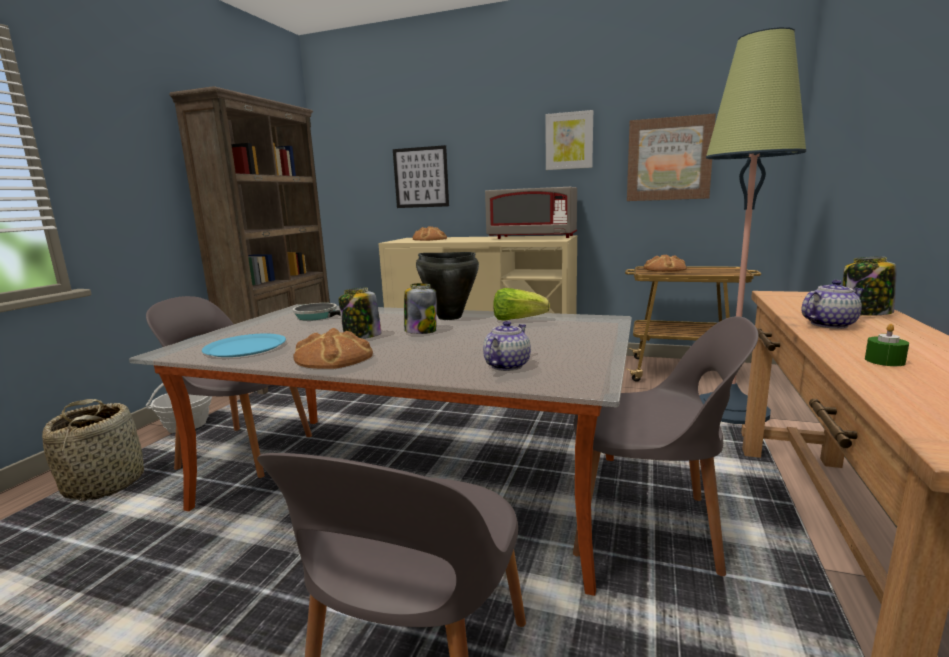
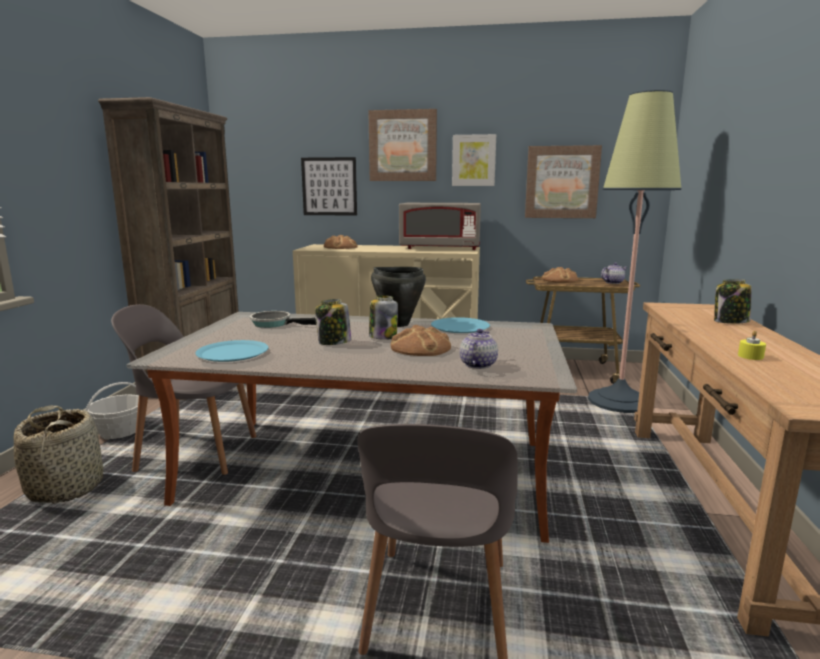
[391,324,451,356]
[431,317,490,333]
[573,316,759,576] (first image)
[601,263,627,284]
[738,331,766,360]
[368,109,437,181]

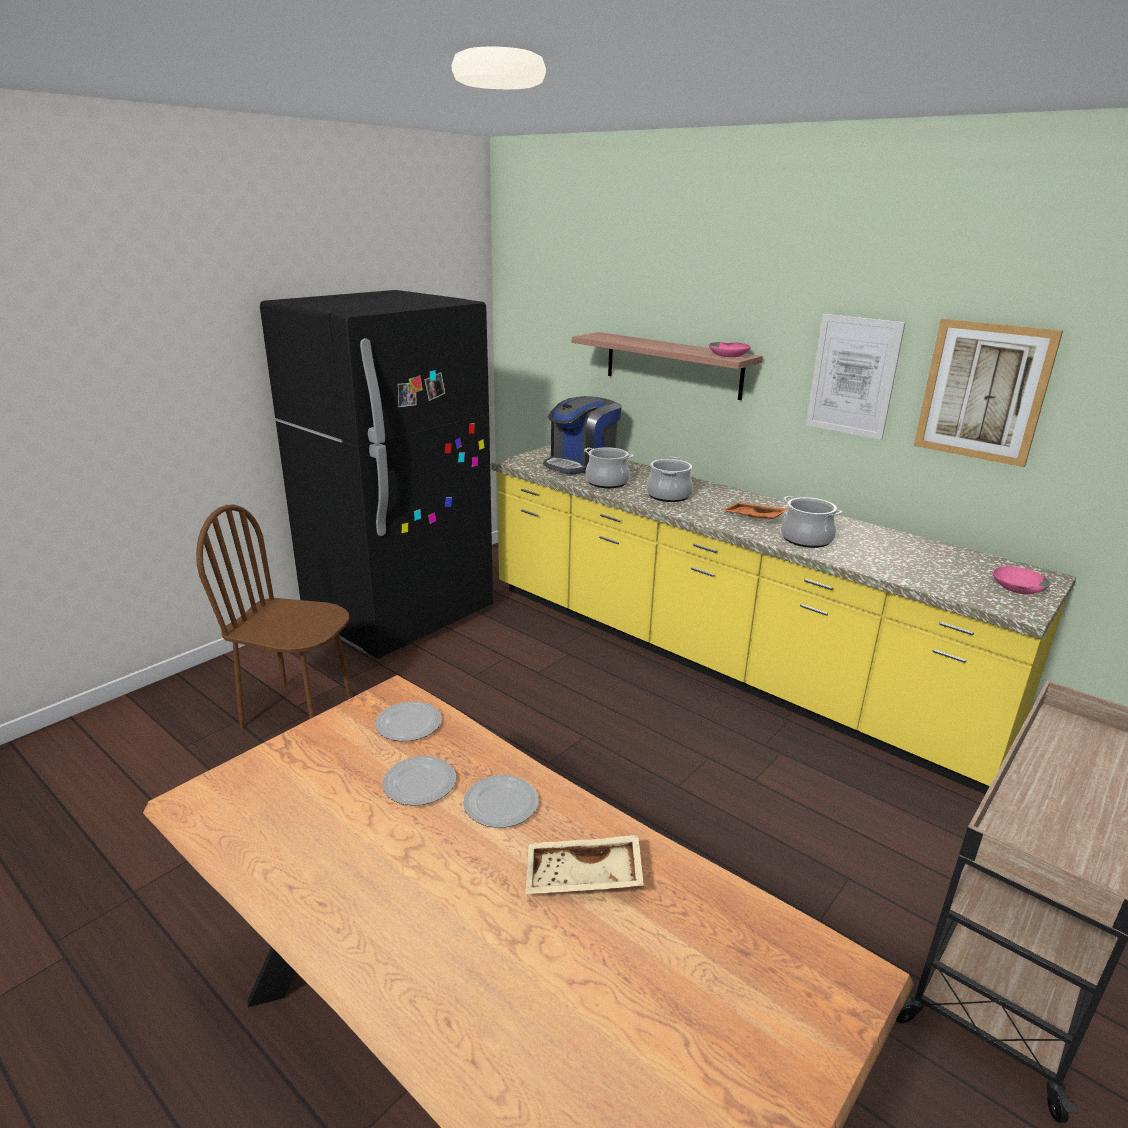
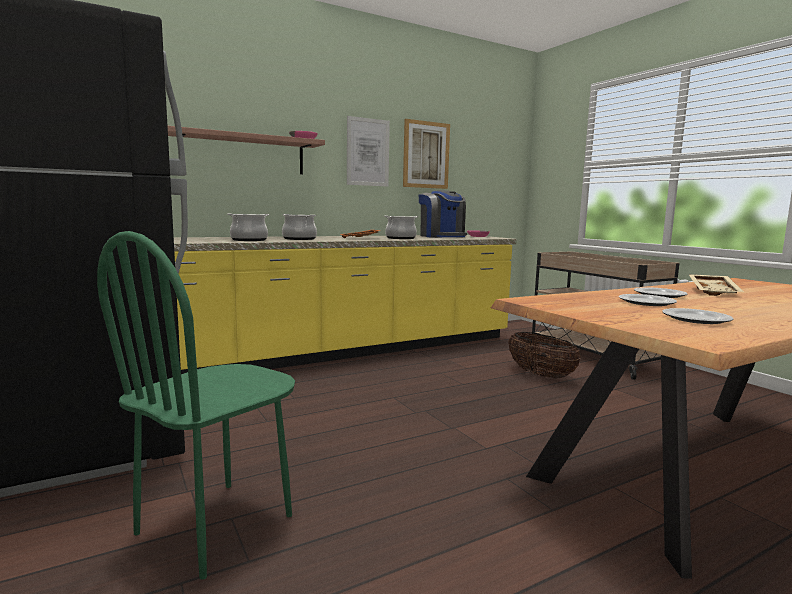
[97,231,295,580]
[662,308,733,324]
[419,190,467,238]
[508,332,581,379]

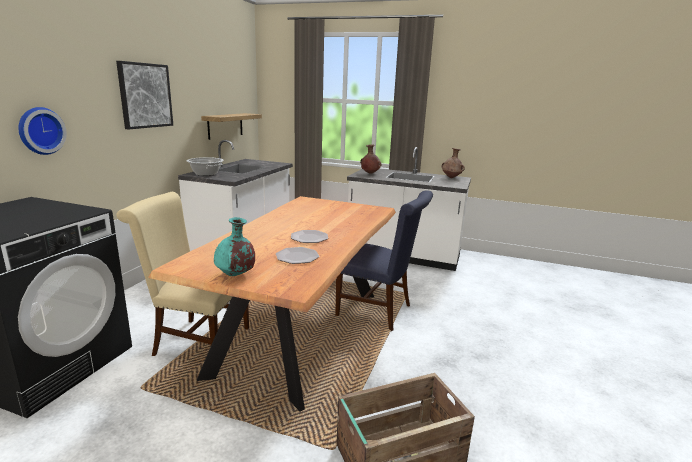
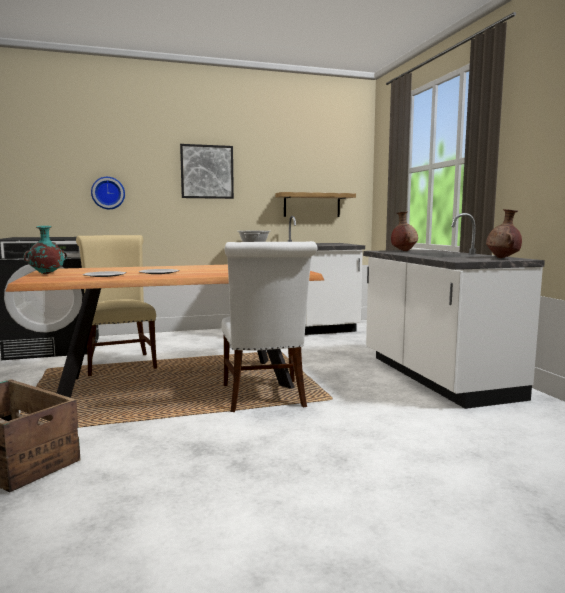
[221,241,317,412]

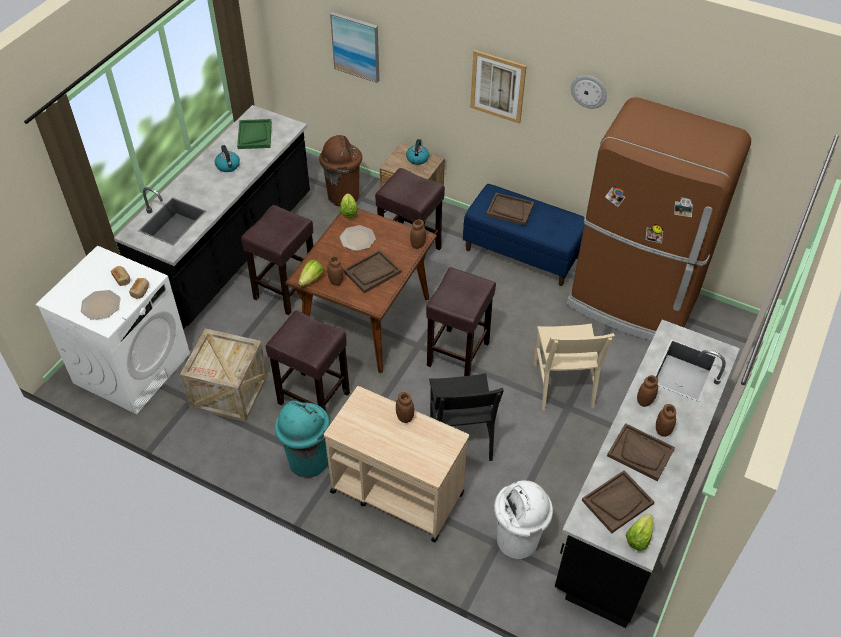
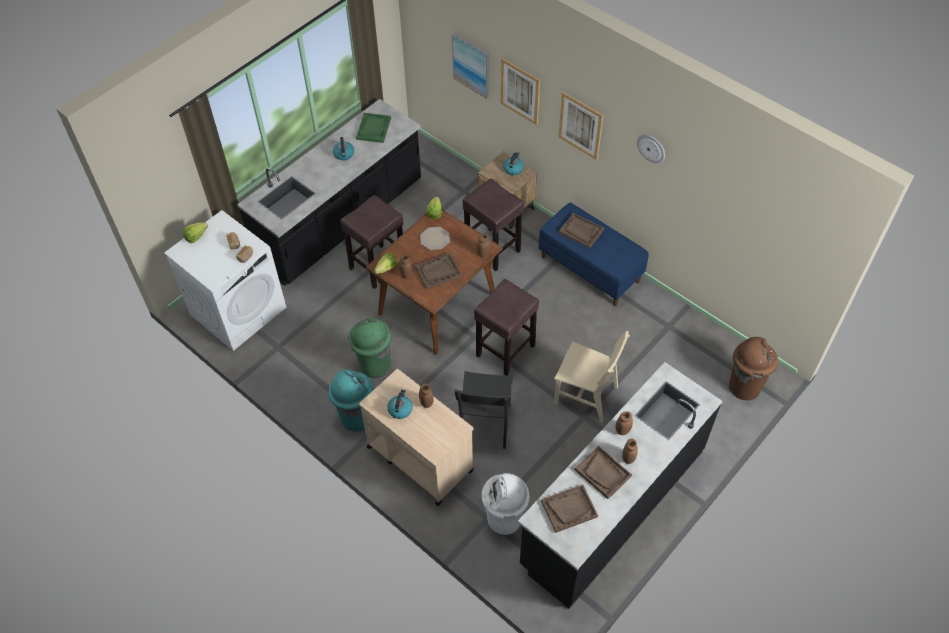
[81,290,120,320] (first image)
[180,329,268,422] (first image)
[348,318,392,378]
[729,337,778,400]
[554,330,630,423]
[567,97,751,341] (first image)
[183,223,208,243]
[387,389,413,419]
[501,58,540,125]

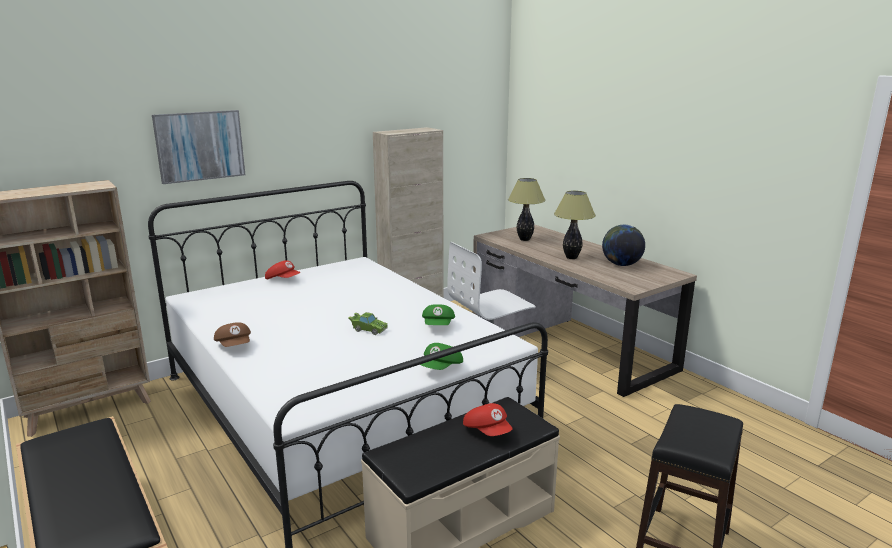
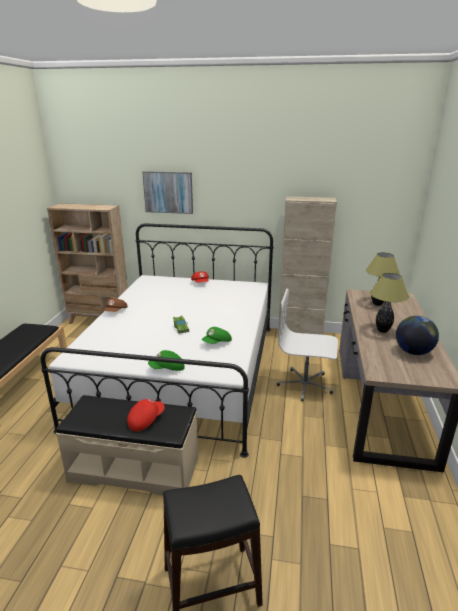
[127,399,165,431]

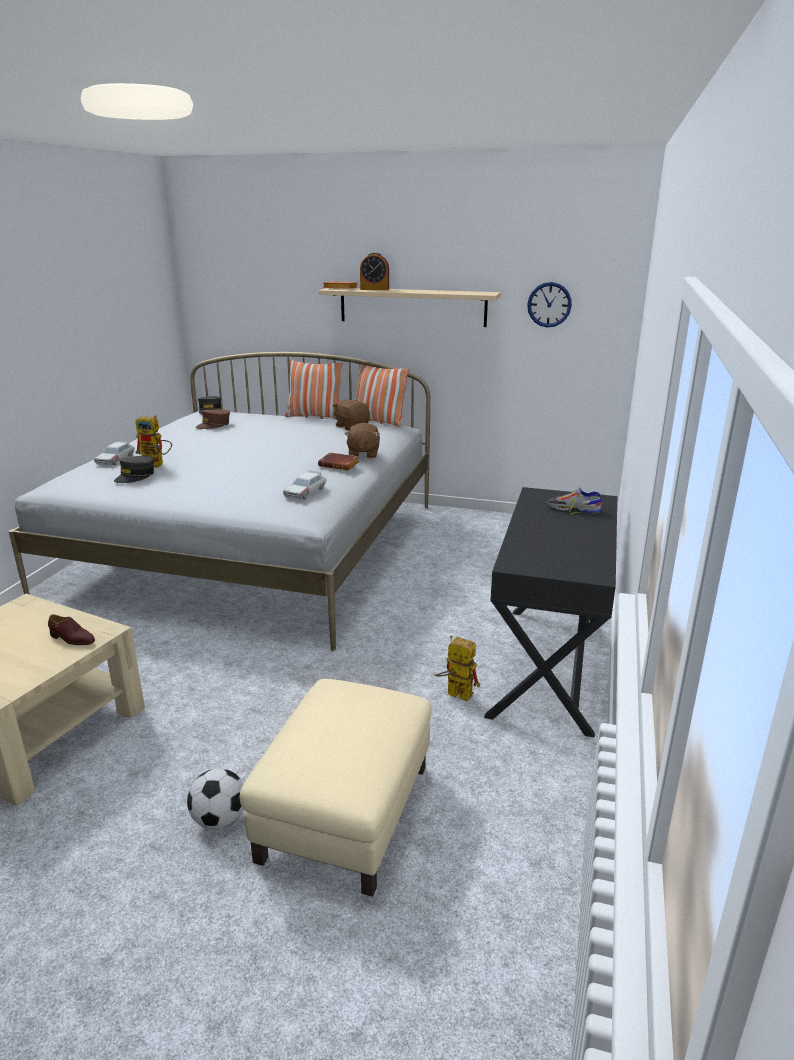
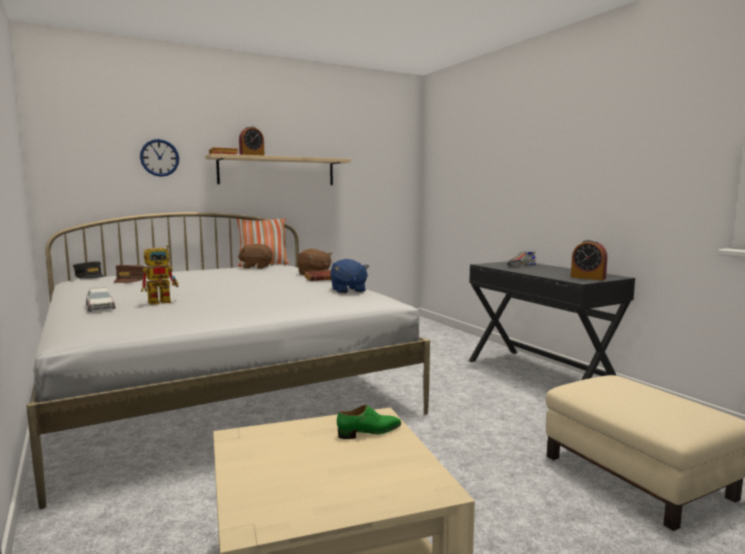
[337,405,401,439]
[114,456,154,483] (first image)
[187,768,243,829] (first image)
[330,259,369,294]
[285,359,343,419] (first image)
[434,635,480,702] (first image)
[140,139,179,177]
[571,240,607,280]

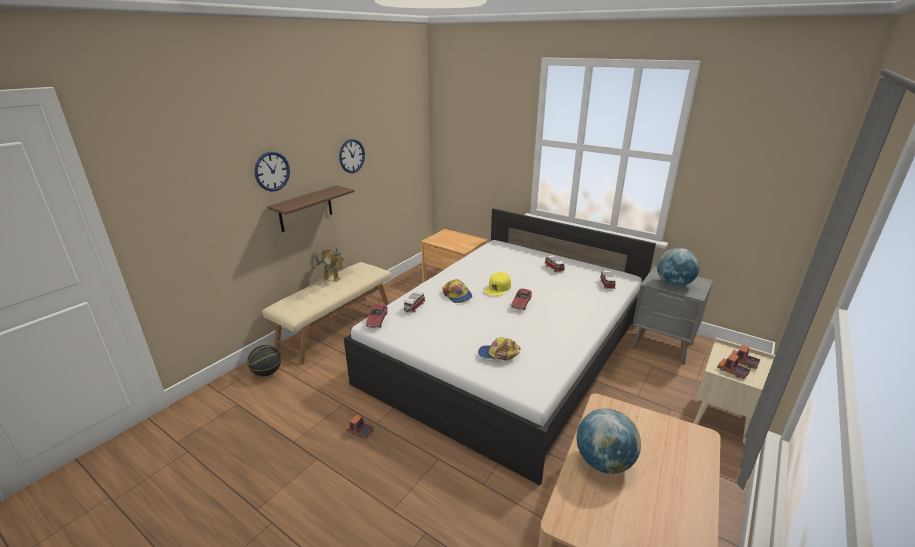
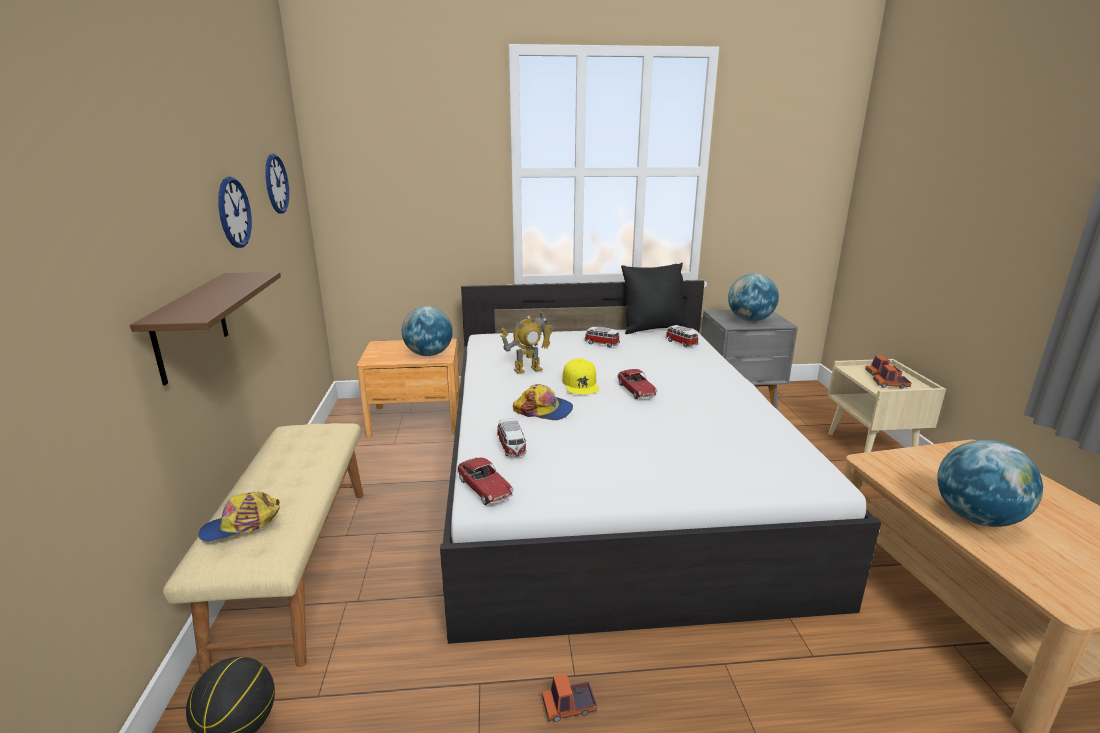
[265,154,289,214]
[500,311,554,373]
[199,491,280,542]
[402,306,453,356]
[621,263,688,334]

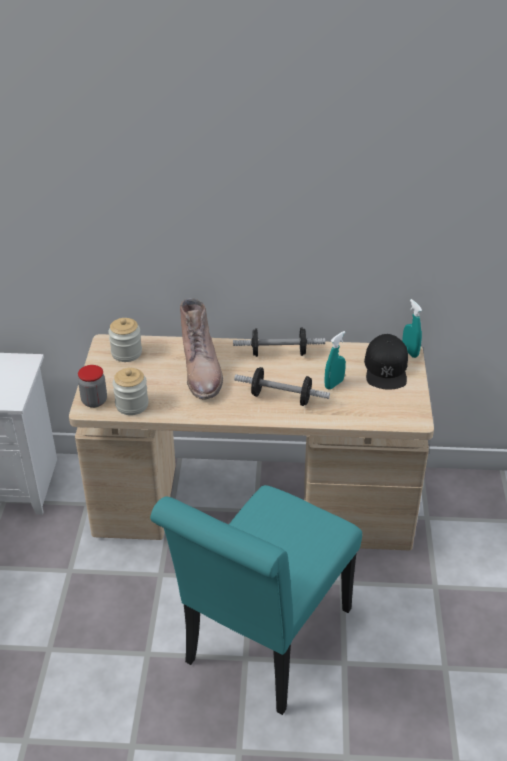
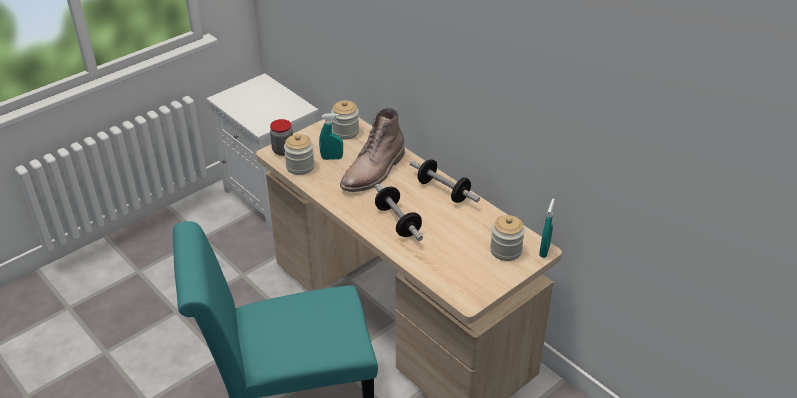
[319,113,343,160]
[490,215,525,261]

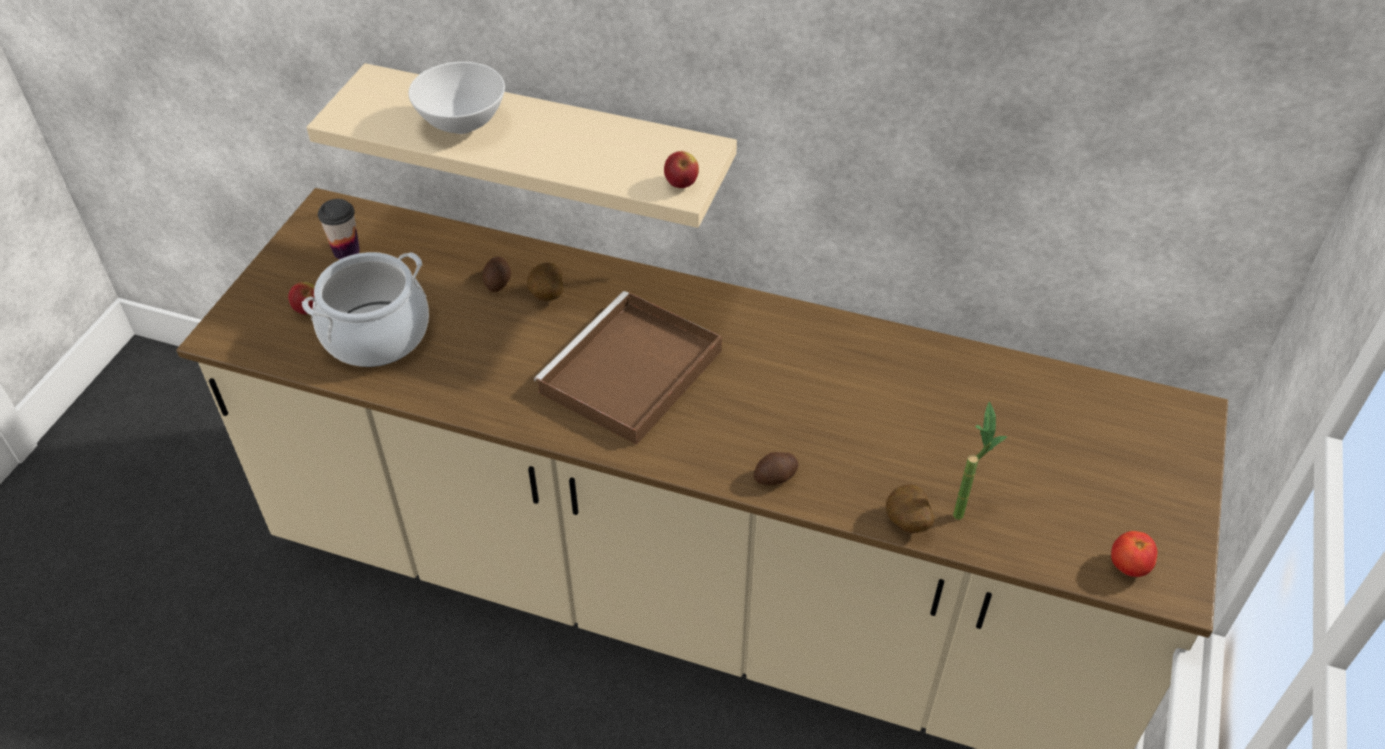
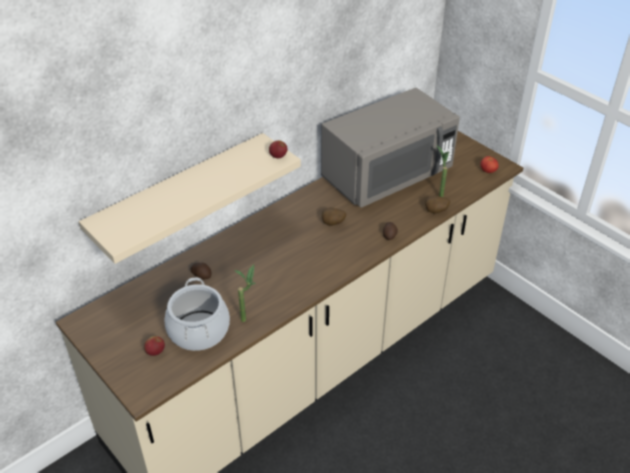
[318,199,360,259] (first image)
[408,62,505,134] (first image)
[322,207,346,226]
[534,291,722,445] (first image)
[234,264,256,322]
[321,88,460,208]

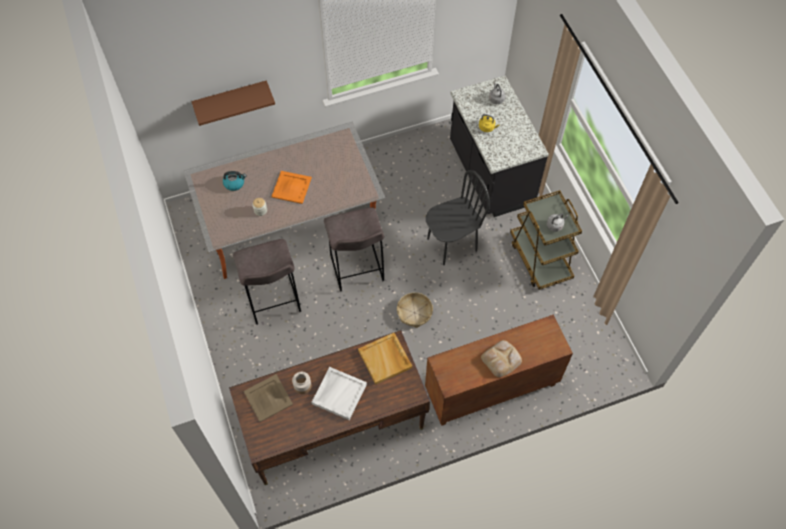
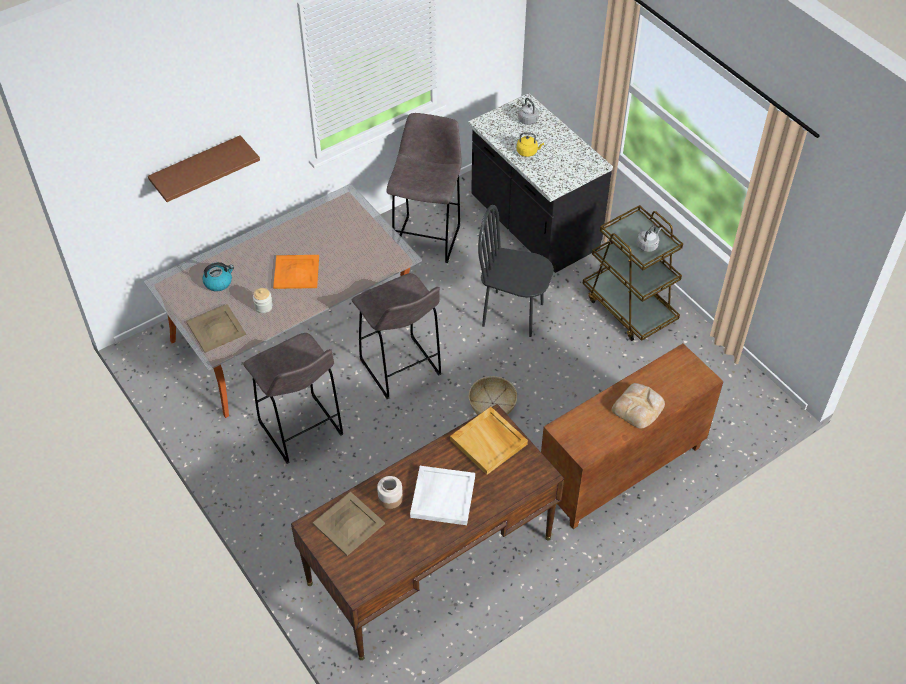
[478,205,554,337]
[186,304,246,353]
[387,113,461,263]

